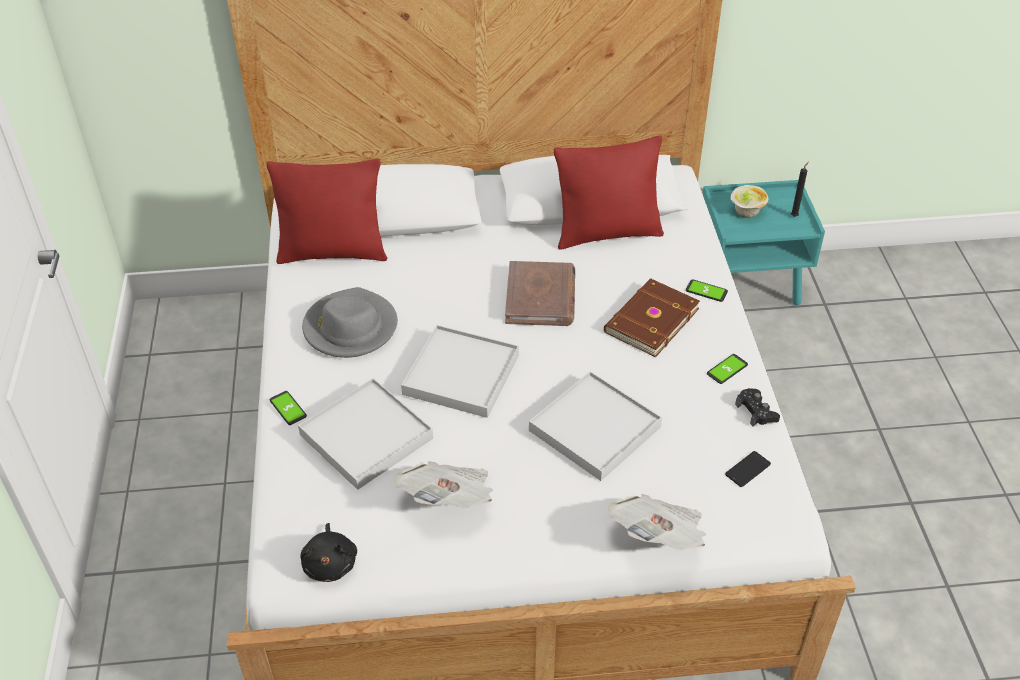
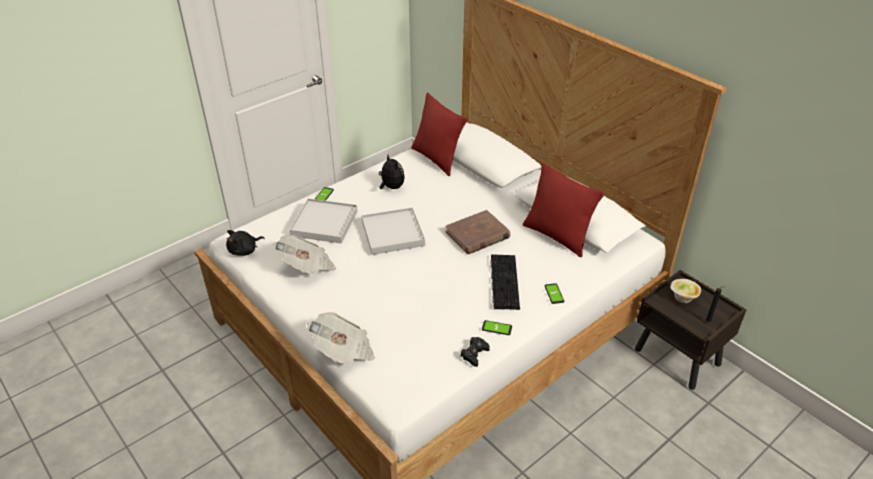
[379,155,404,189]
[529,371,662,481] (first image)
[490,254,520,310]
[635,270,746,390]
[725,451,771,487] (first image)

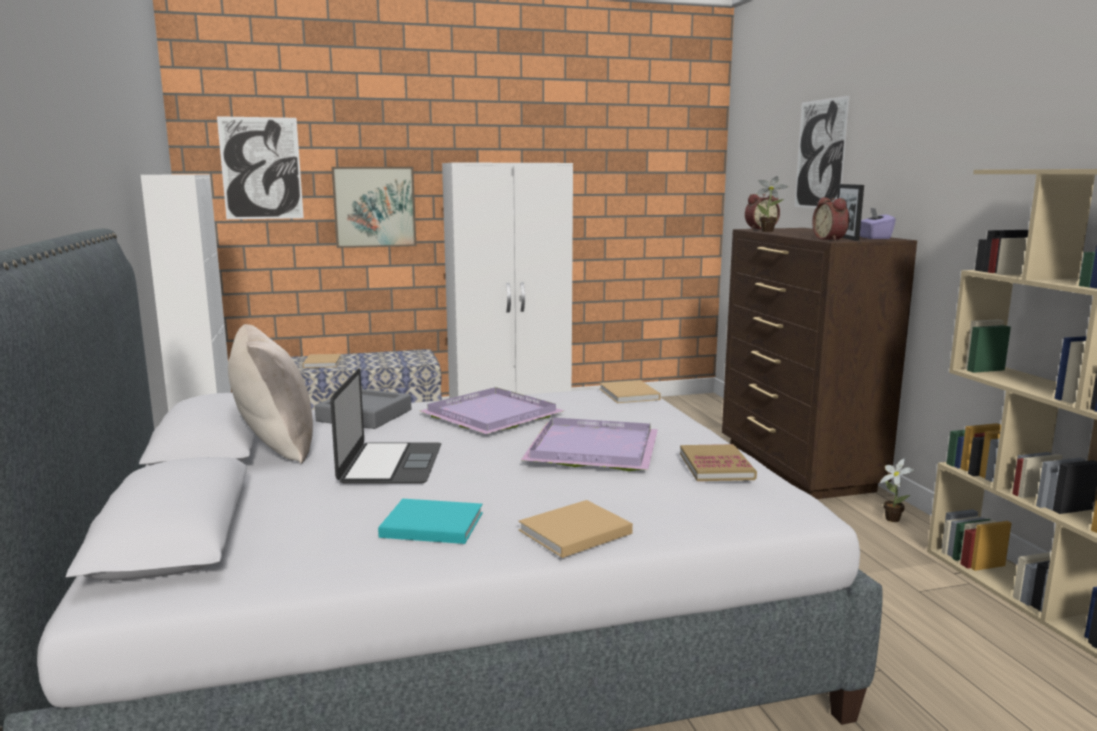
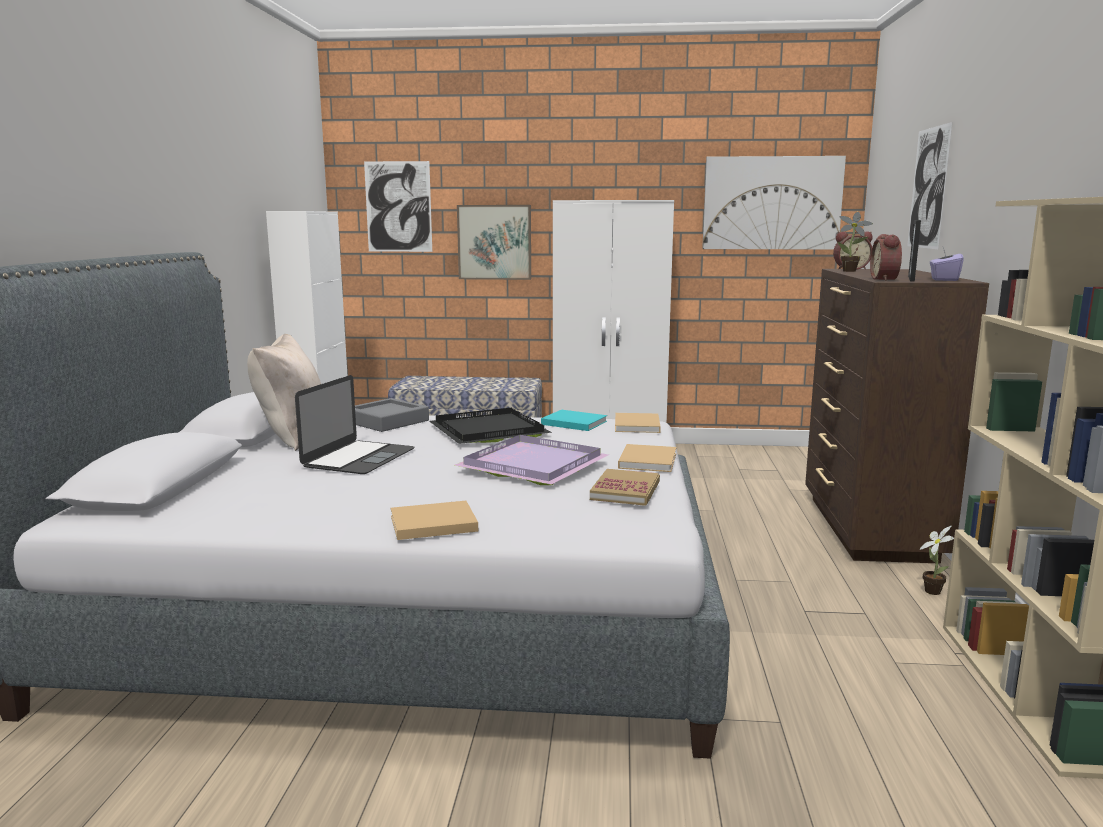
[618,444,677,472]
[541,410,607,431]
[429,408,552,444]
[702,156,846,250]

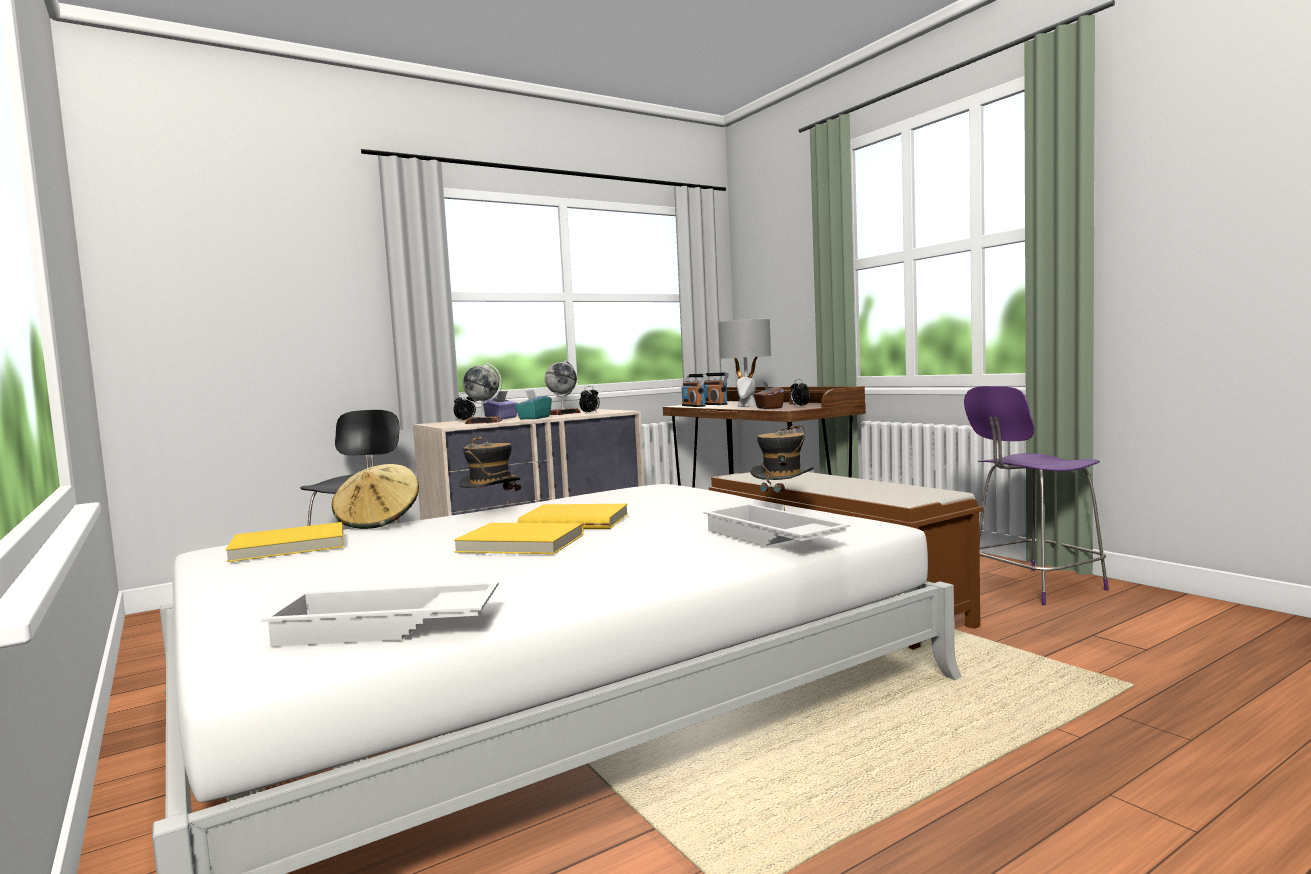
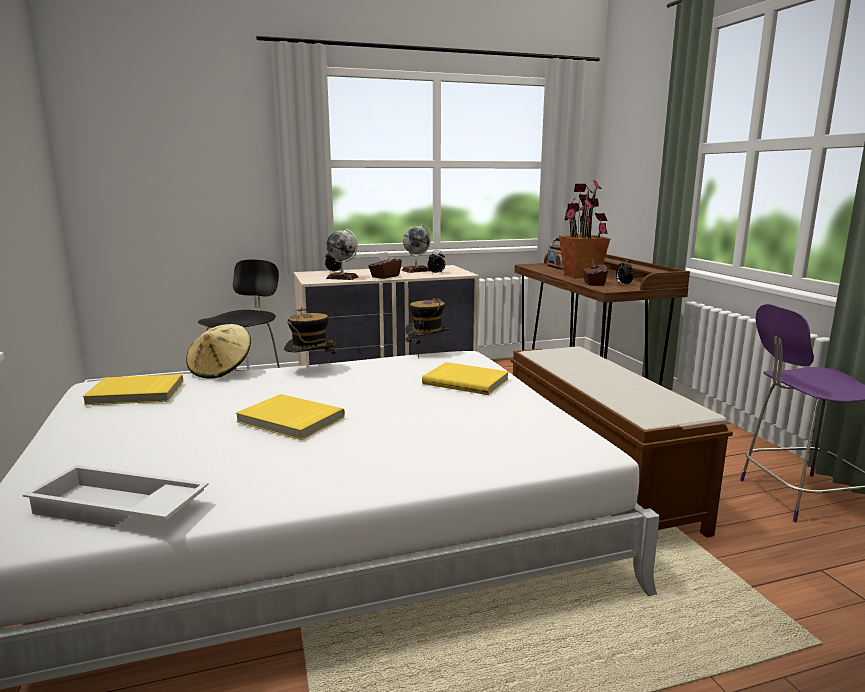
[482,391,518,420] (first image)
[368,252,402,279]
[422,362,509,395]
[682,374,707,407] (first image)
[703,504,851,546] (first image)
[559,181,611,278]
[405,298,450,358]

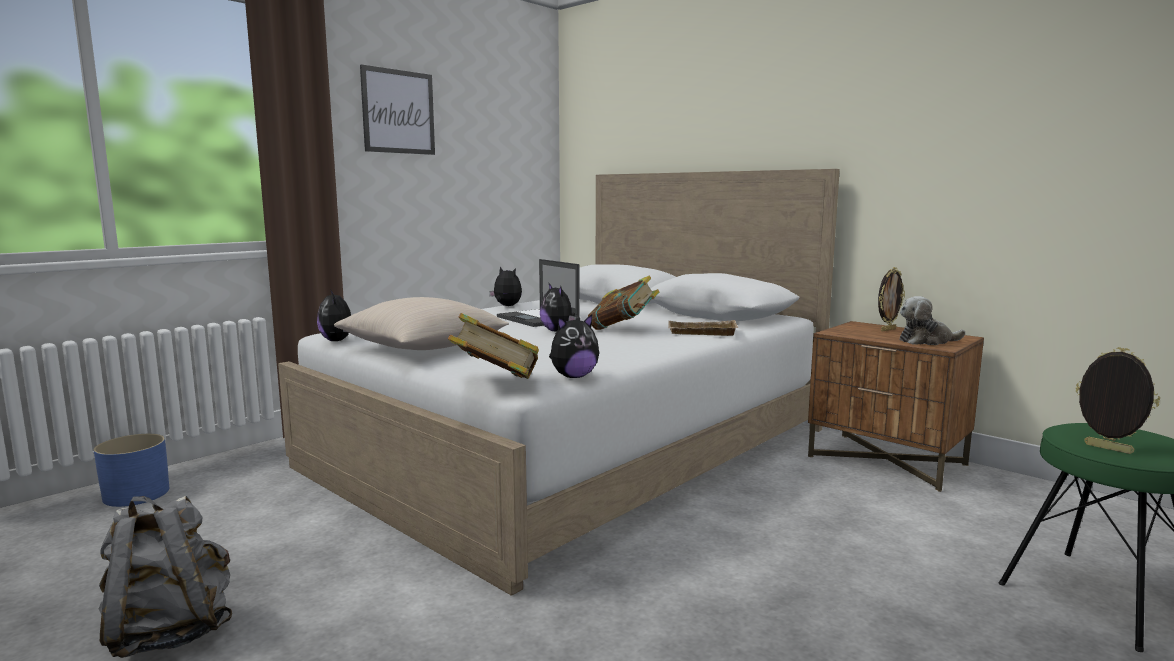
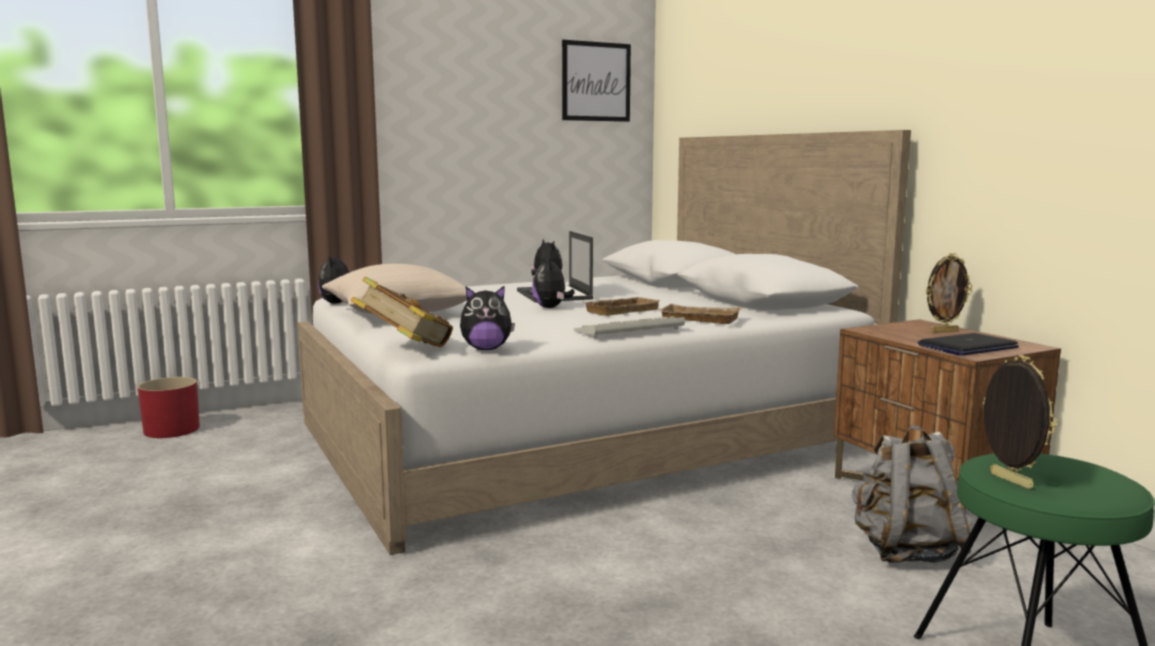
[137,377,200,438]
[852,425,974,563]
[562,40,631,122]
[583,297,661,316]
[918,333,1019,356]
[574,316,685,338]

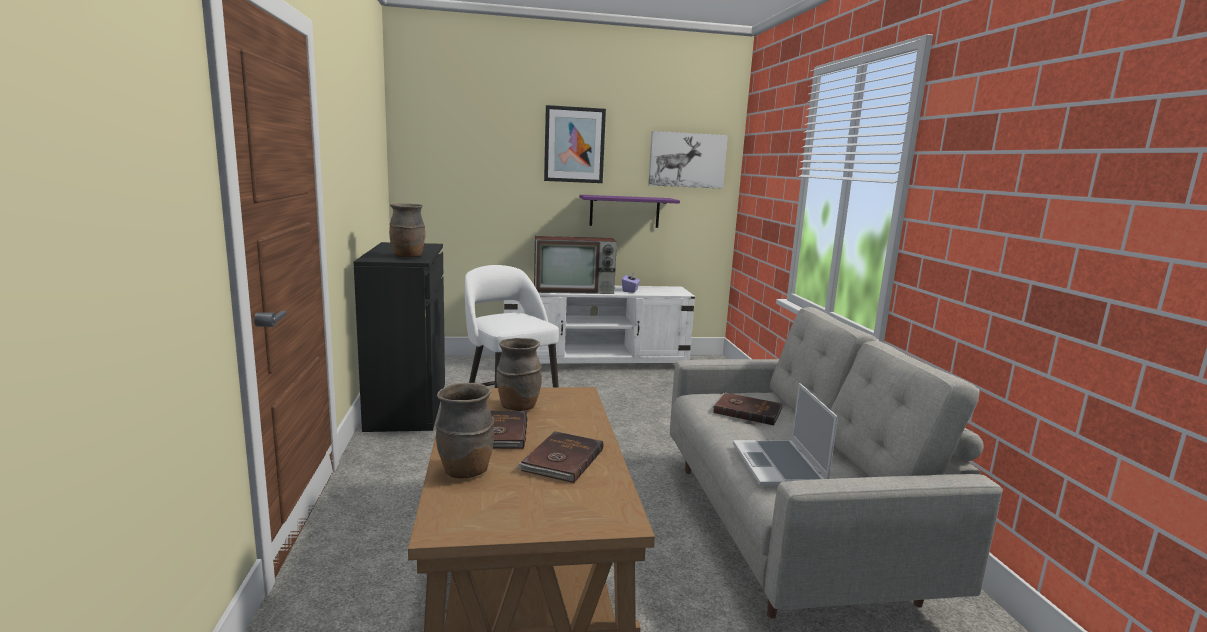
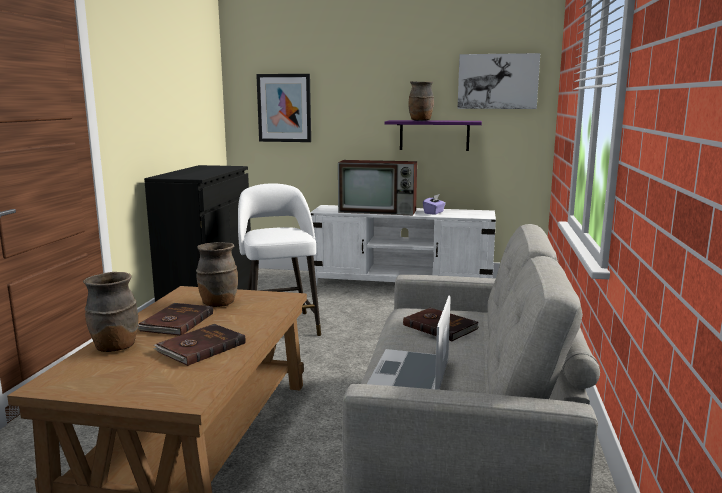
[408,81,434,121]
[256,74,311,142]

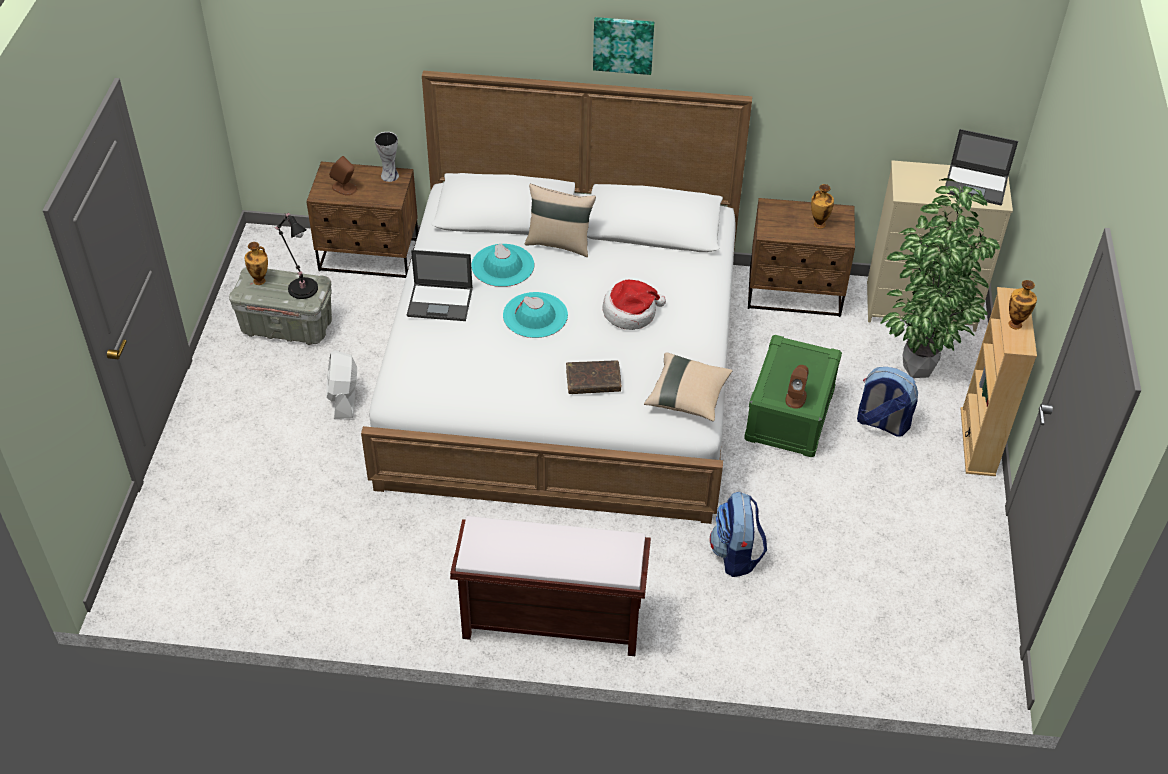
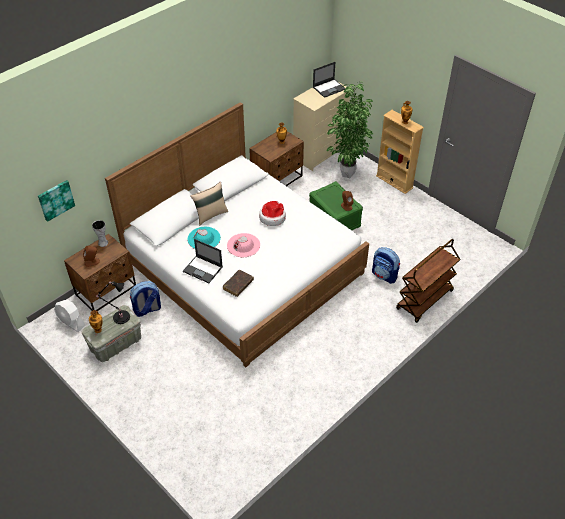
[54,300,86,332]
[183,239,223,283]
[450,516,651,656] (first image)
[227,233,260,257]
[223,270,254,297]
[38,180,75,222]
[644,352,733,421] (first image)
[130,281,161,317]
[396,239,461,323]

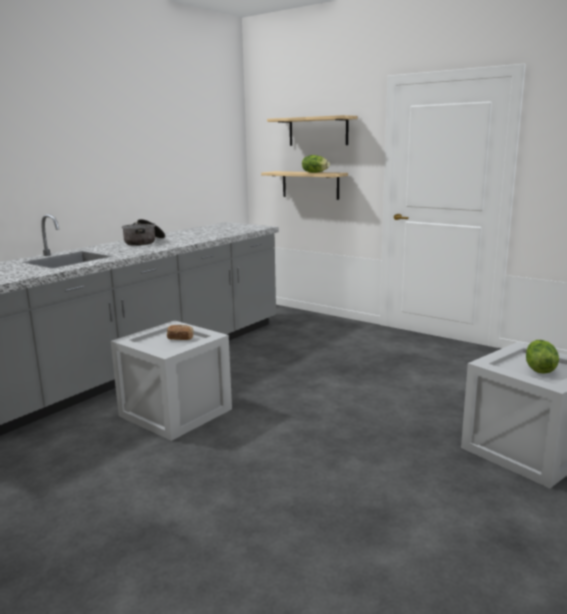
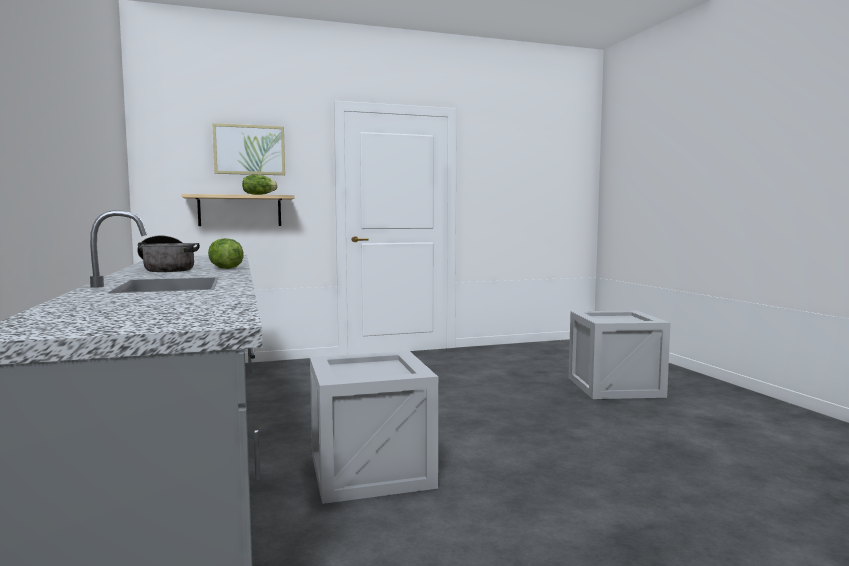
[167,325,194,340] (first image)
[212,123,285,175]
[208,238,244,269]

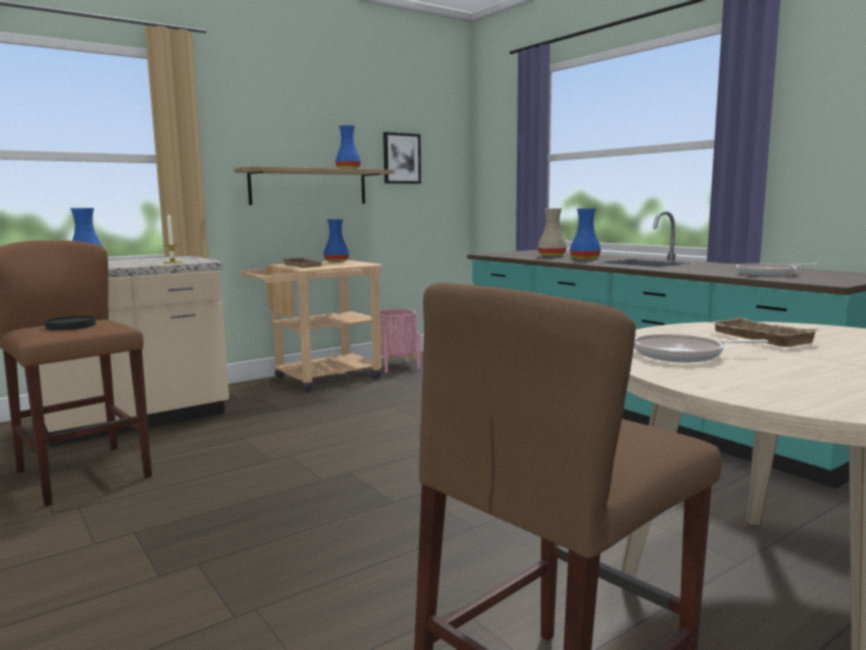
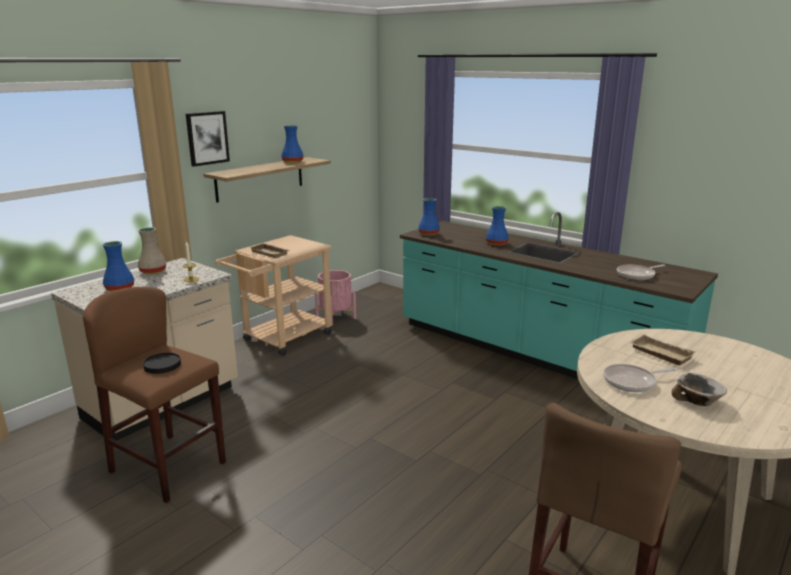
[418,198,440,236]
[186,111,230,167]
[138,227,166,274]
[672,373,727,406]

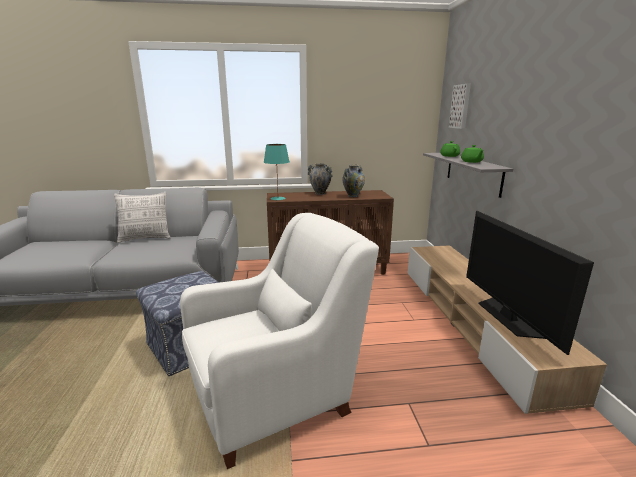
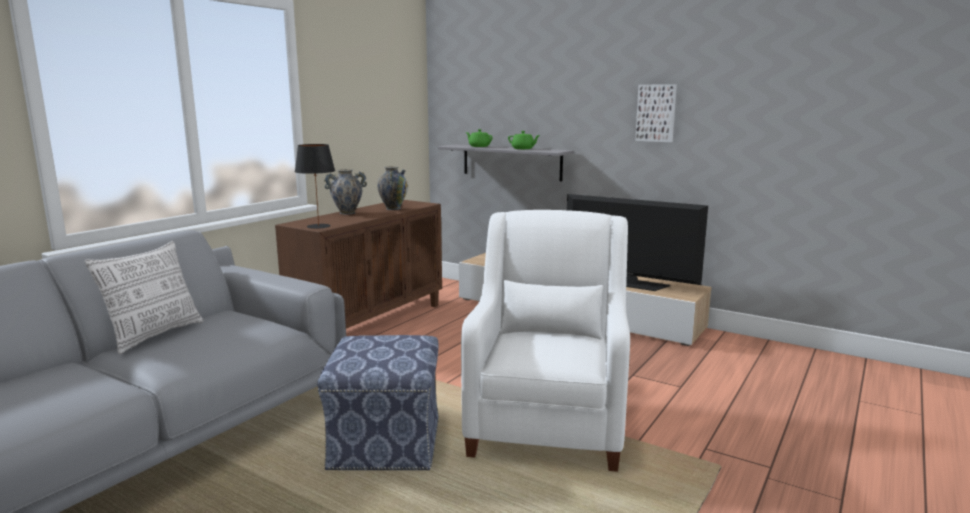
[295,144,335,229]
[635,84,677,142]

